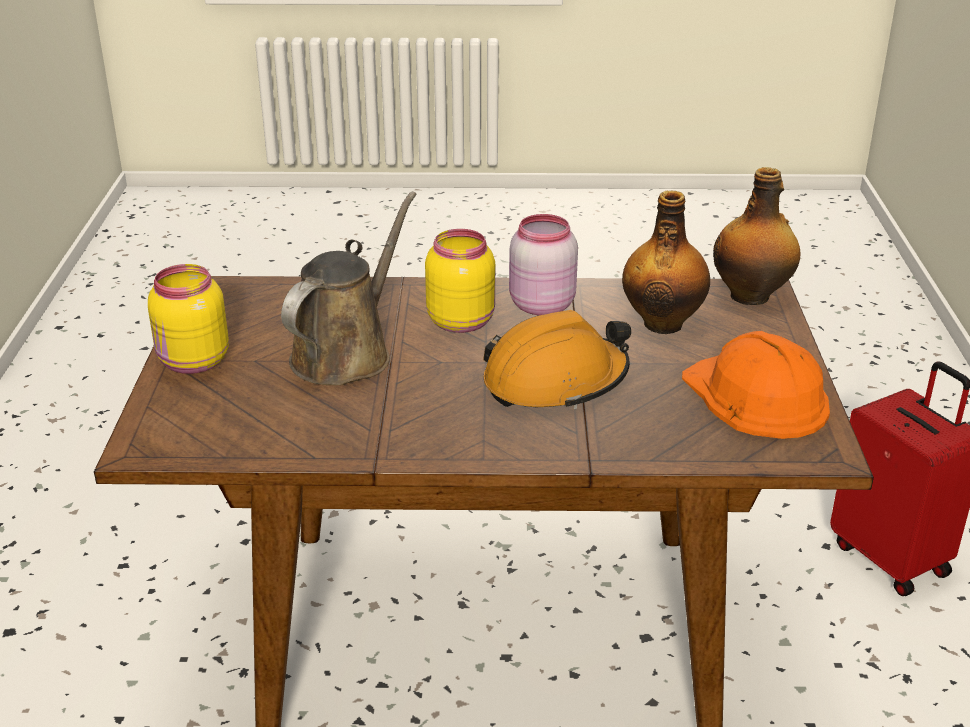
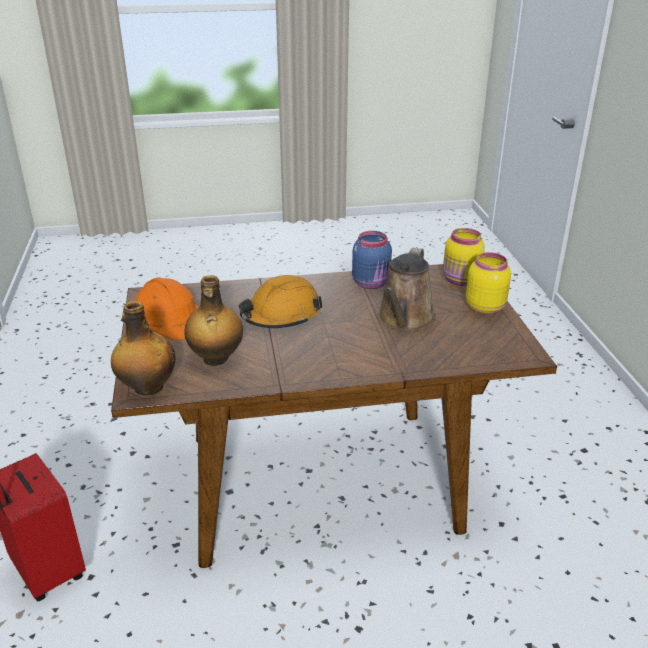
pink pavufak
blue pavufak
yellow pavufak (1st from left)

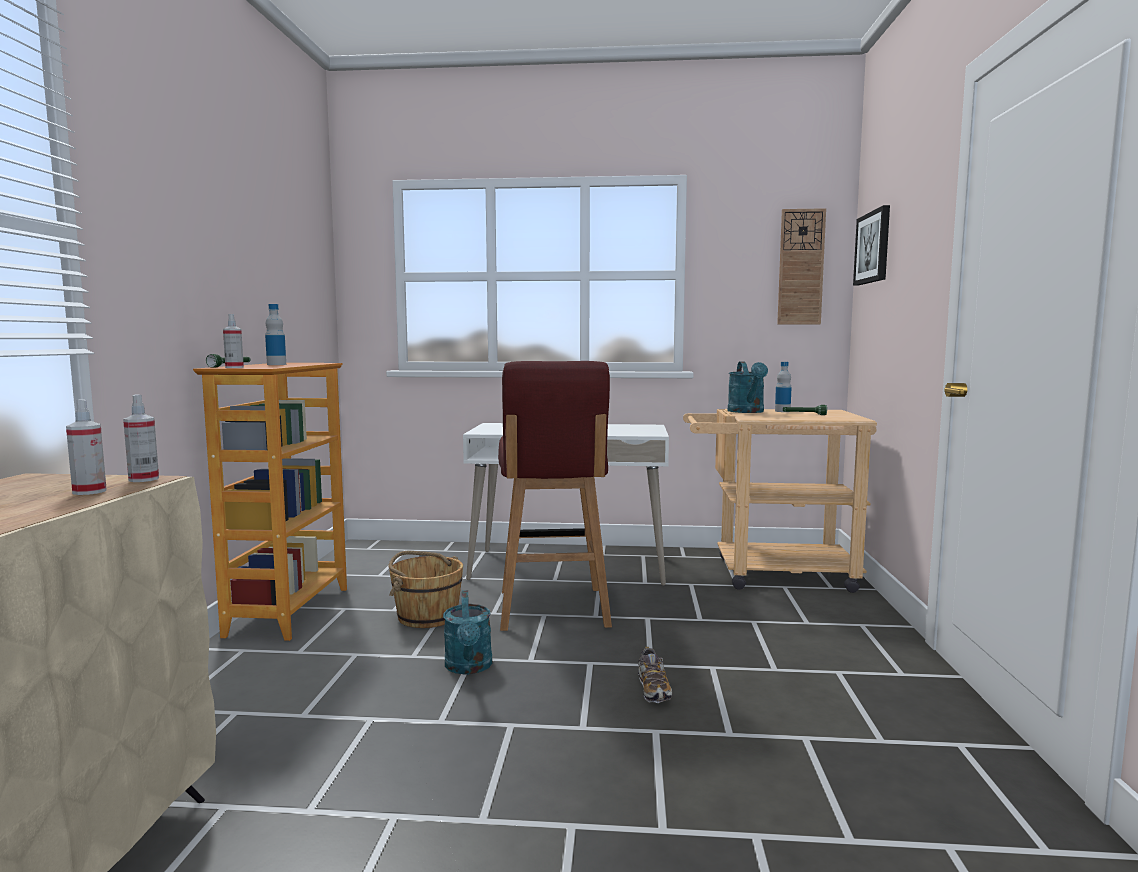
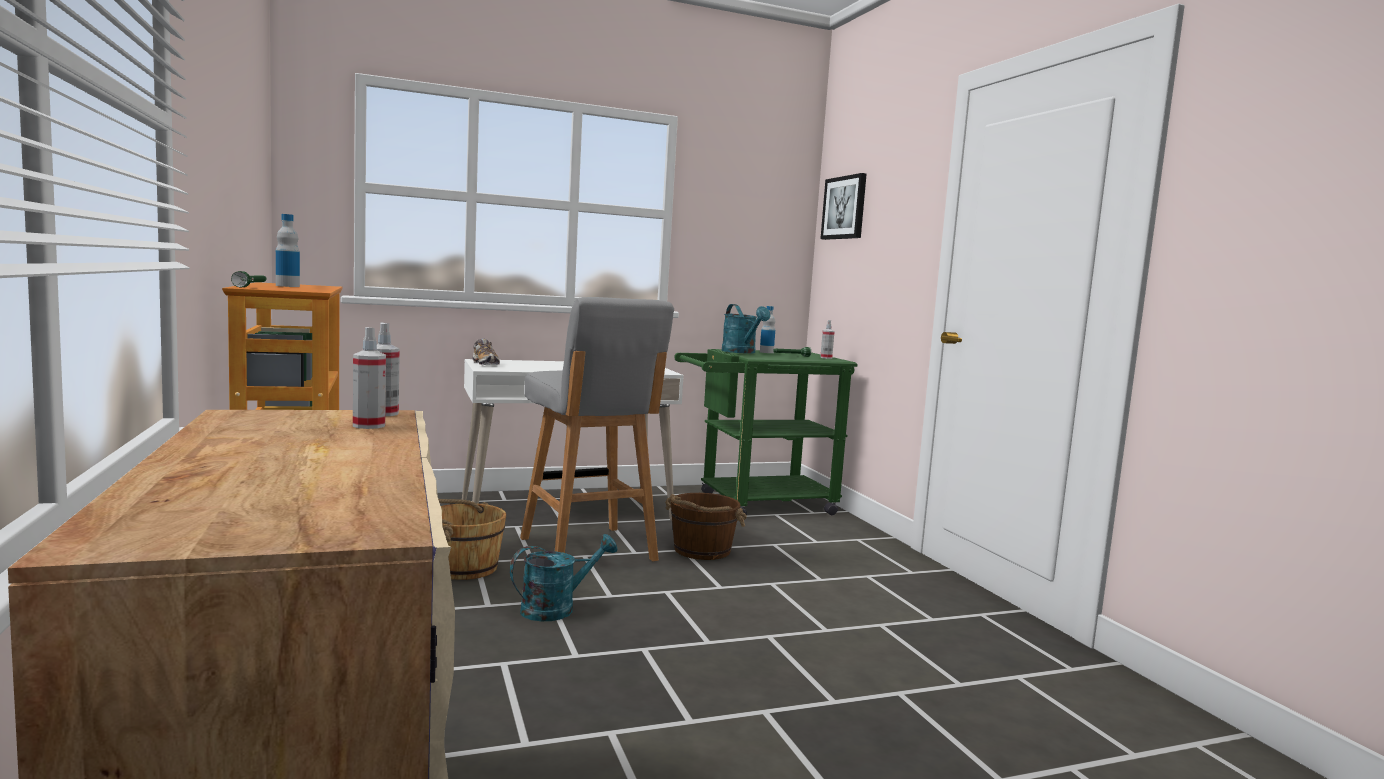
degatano
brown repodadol (2nd from left)
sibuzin (3rd from left)
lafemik
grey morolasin
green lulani
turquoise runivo (1st from left)

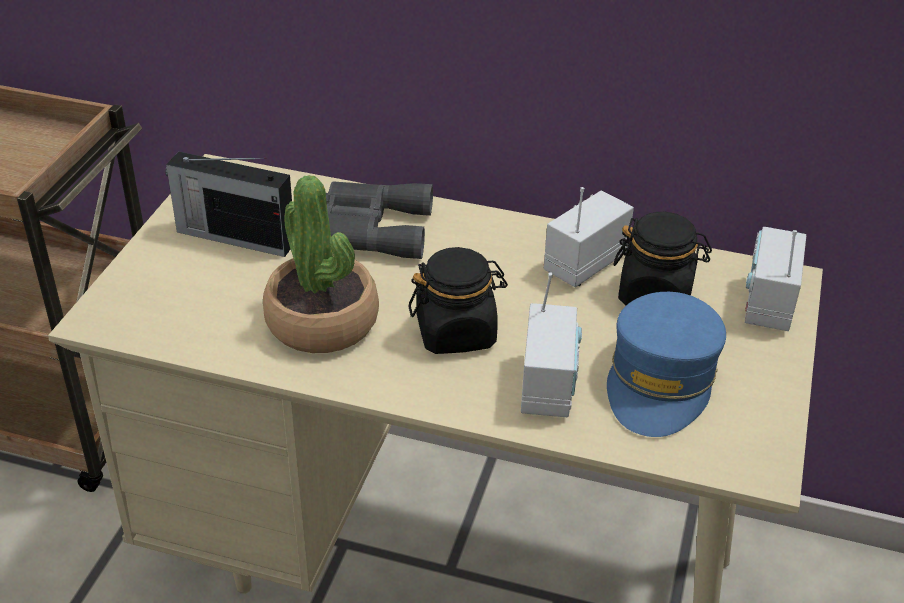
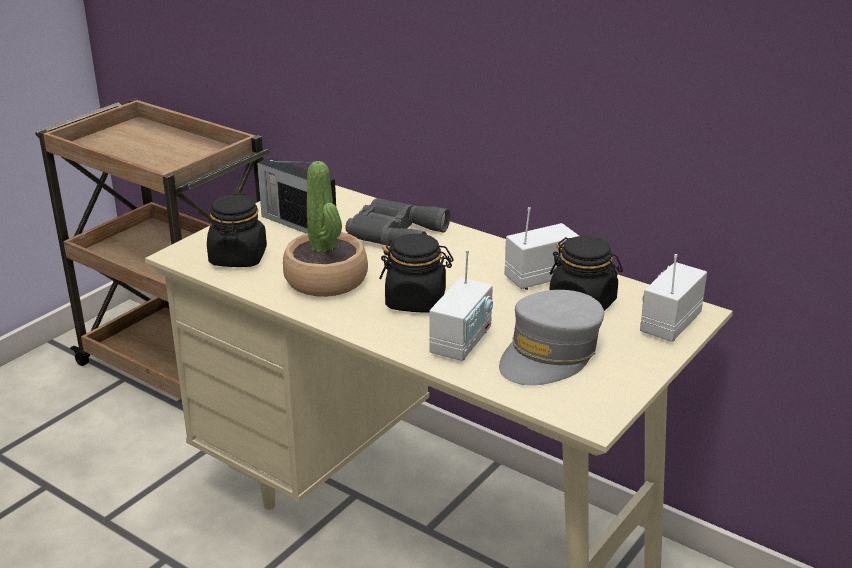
black pavufak (1st from left)
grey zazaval

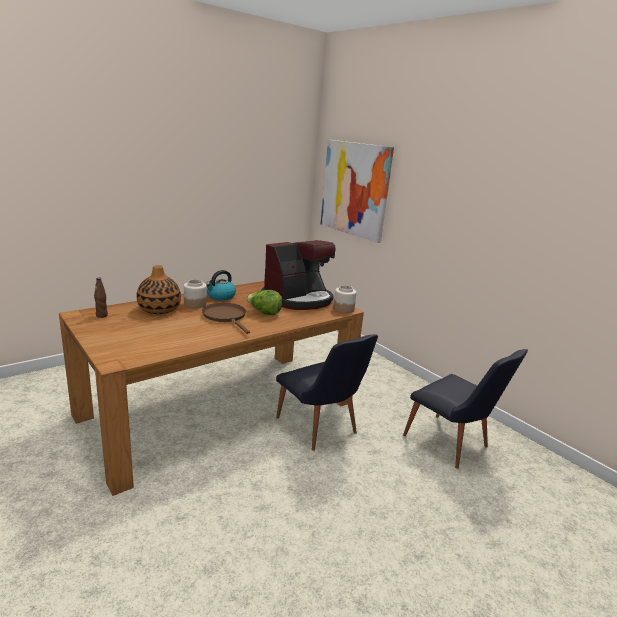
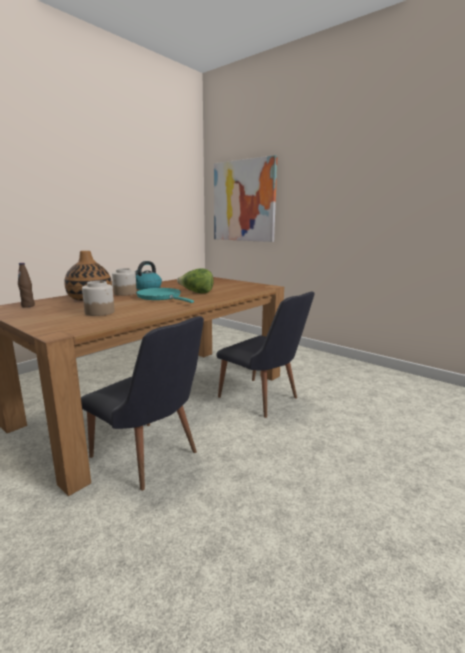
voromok
pavufak (1st from left)
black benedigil (1st from left)
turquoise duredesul

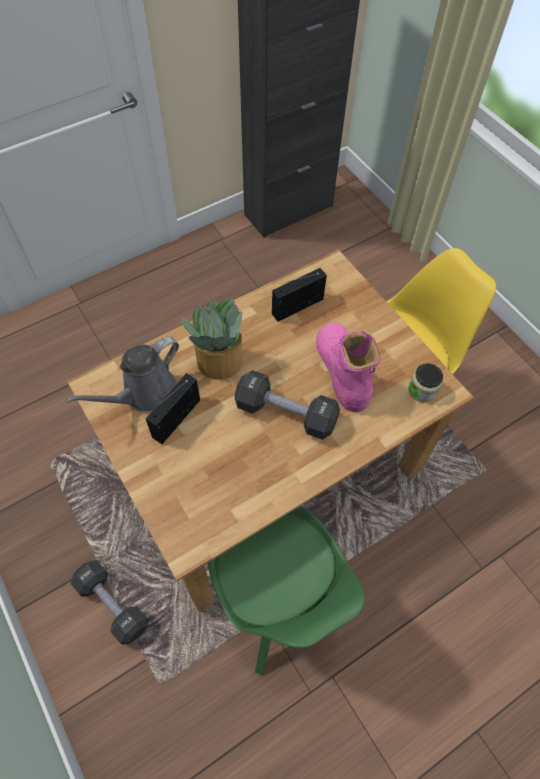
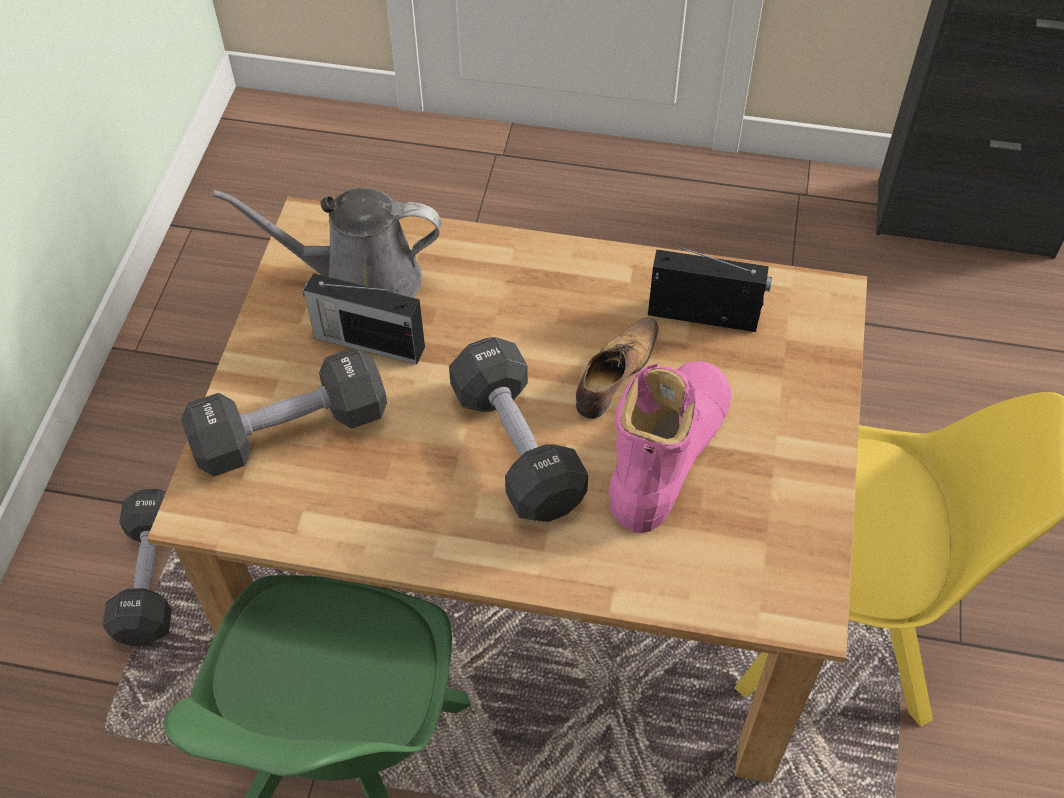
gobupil
pavufak
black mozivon (2nd from left)
lafemik
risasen (1st from left)

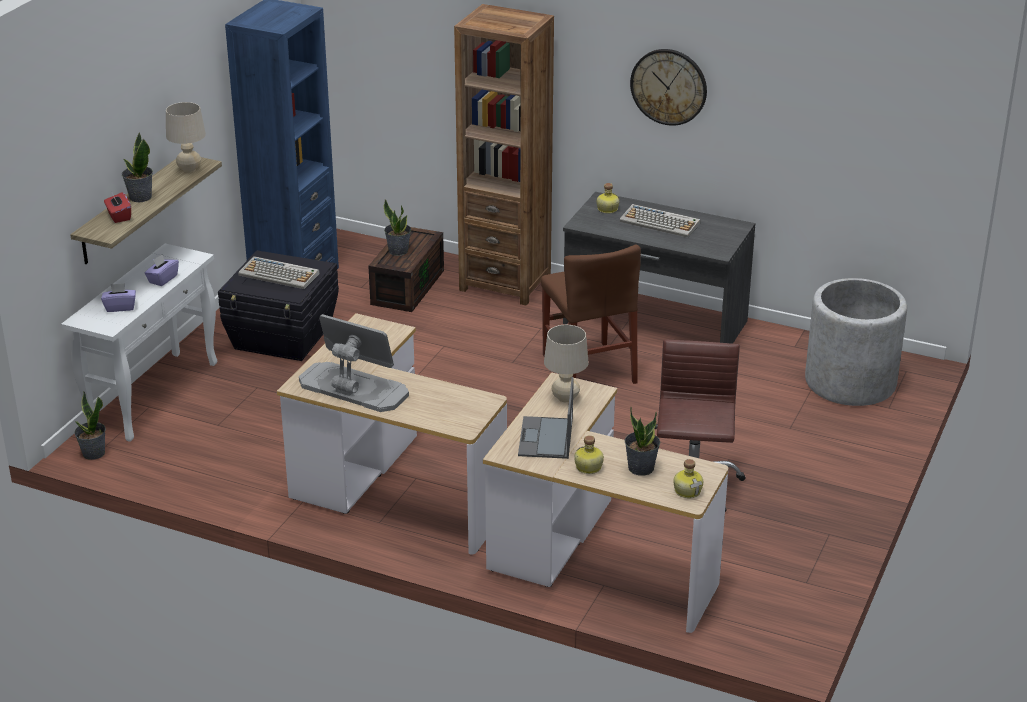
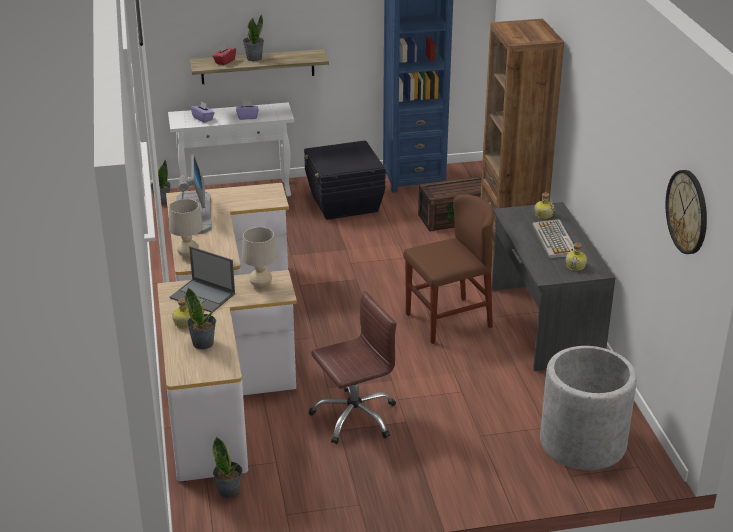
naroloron (1st from left in the first image)
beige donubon (1st from left)
gobupil (3rd from left)
degatano
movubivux (3rd from left)
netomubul
brown benedigil

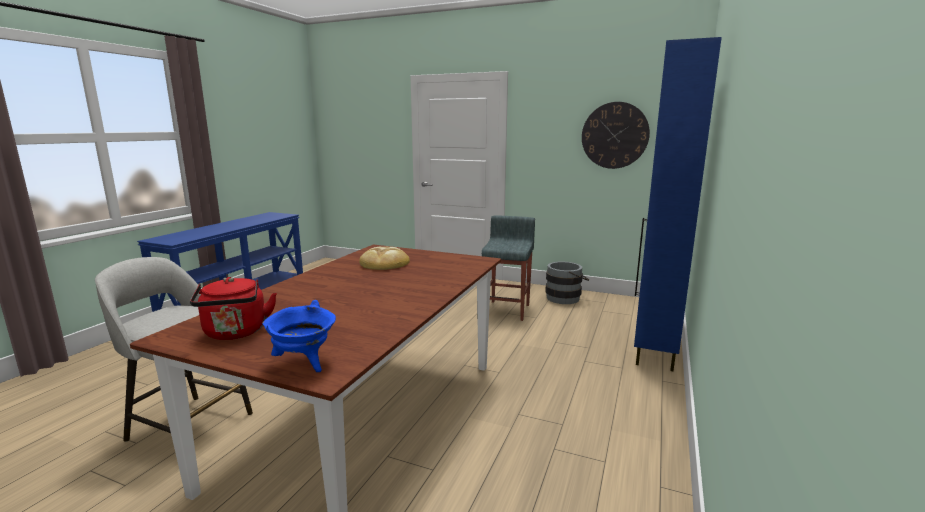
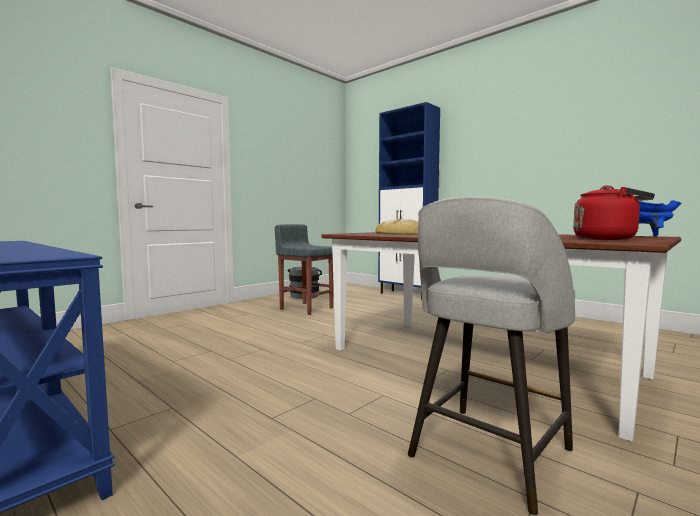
degatano

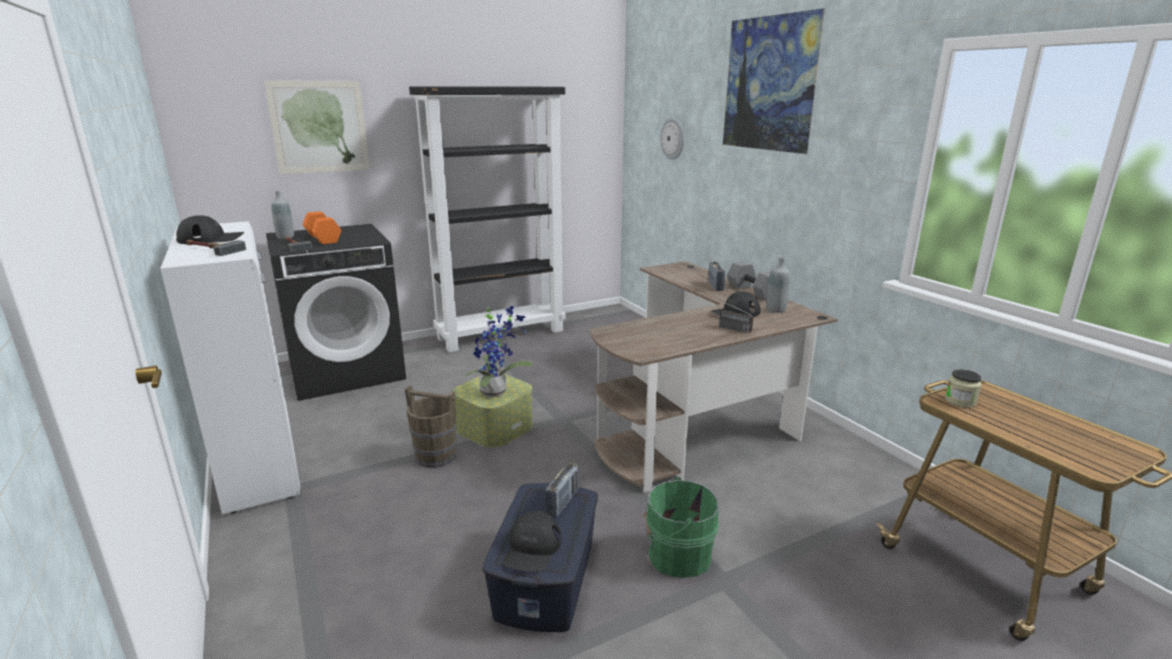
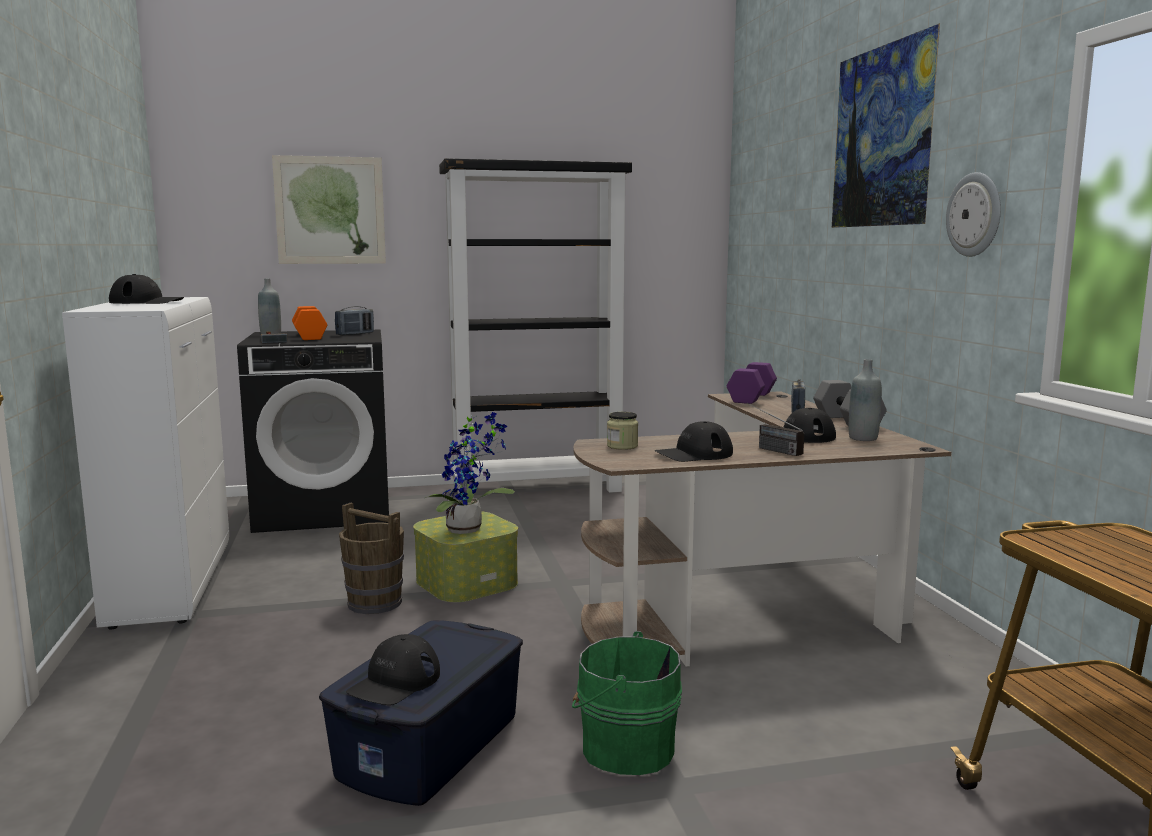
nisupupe (1st from left in the first image)
black zazaval (3rd from left)
purple mozivon
risasen (1st from left)
degatano
pavufak

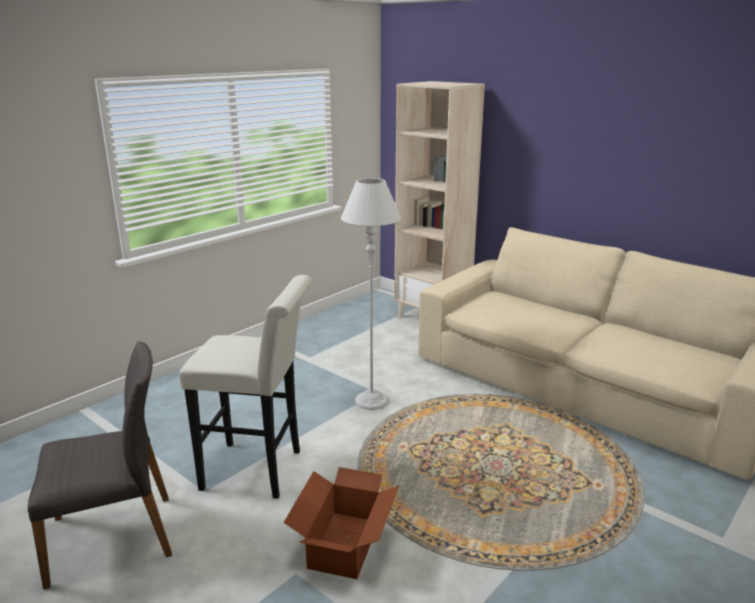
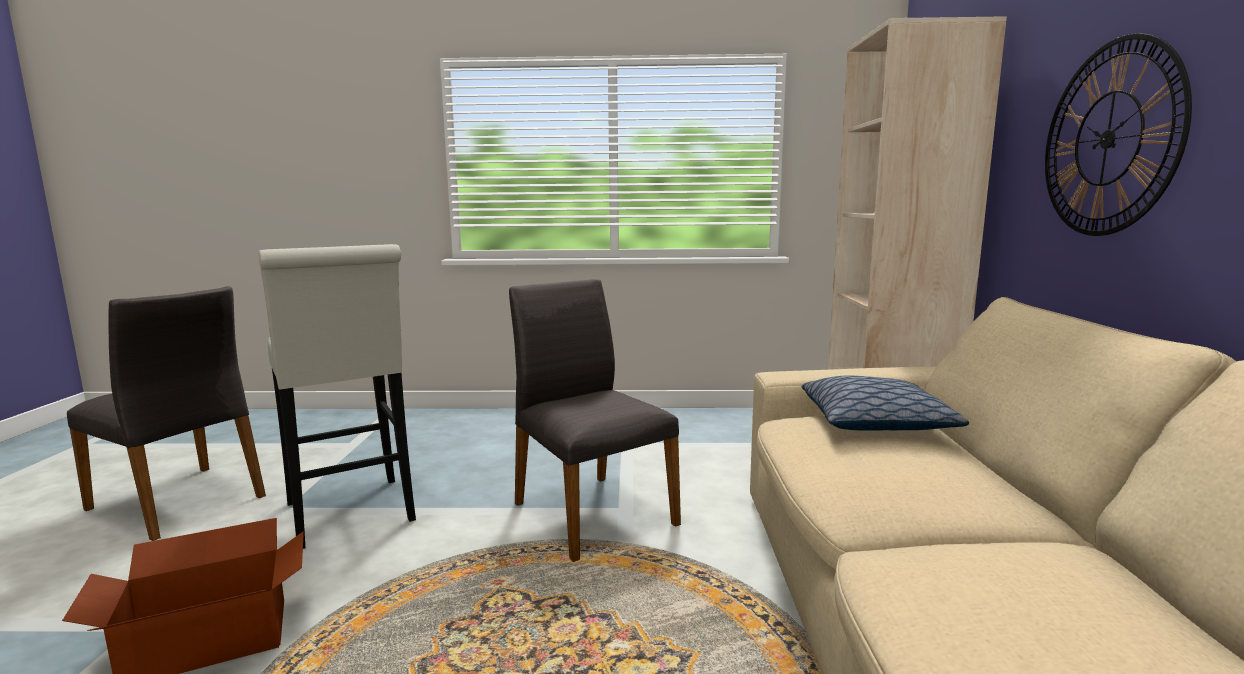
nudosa
degatano
grey benedigil (2nd from left)

